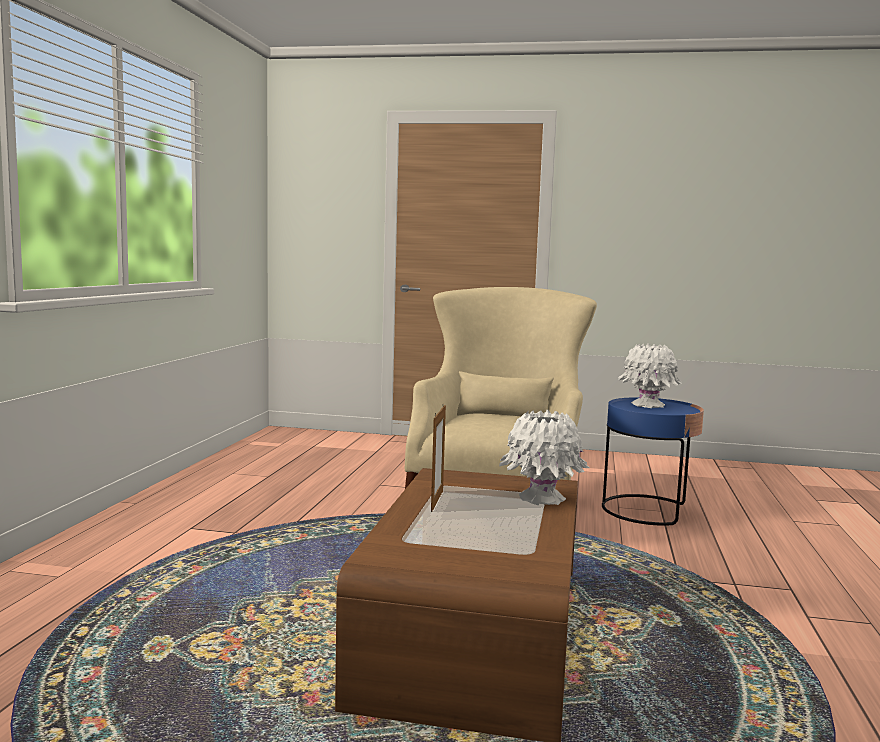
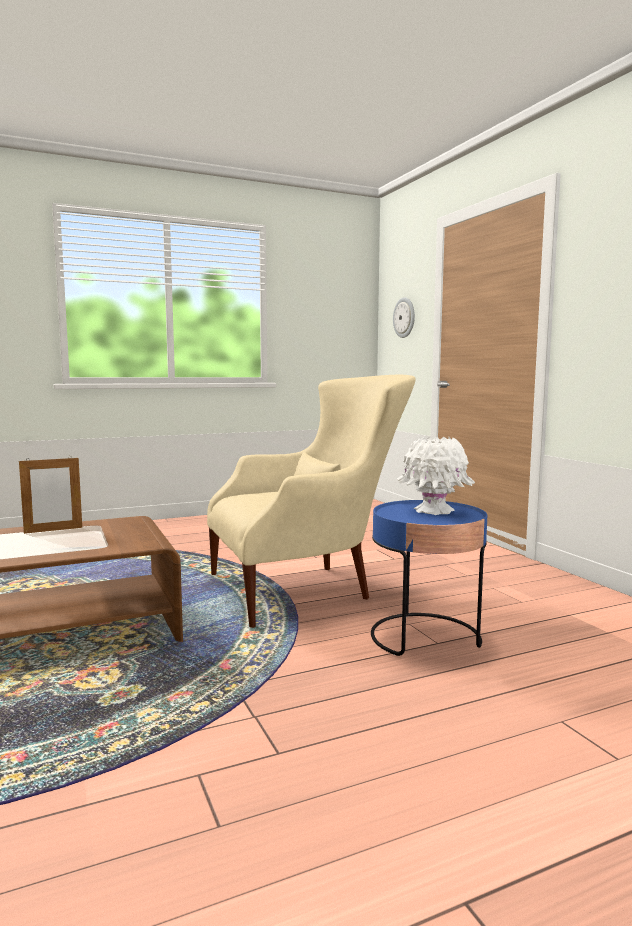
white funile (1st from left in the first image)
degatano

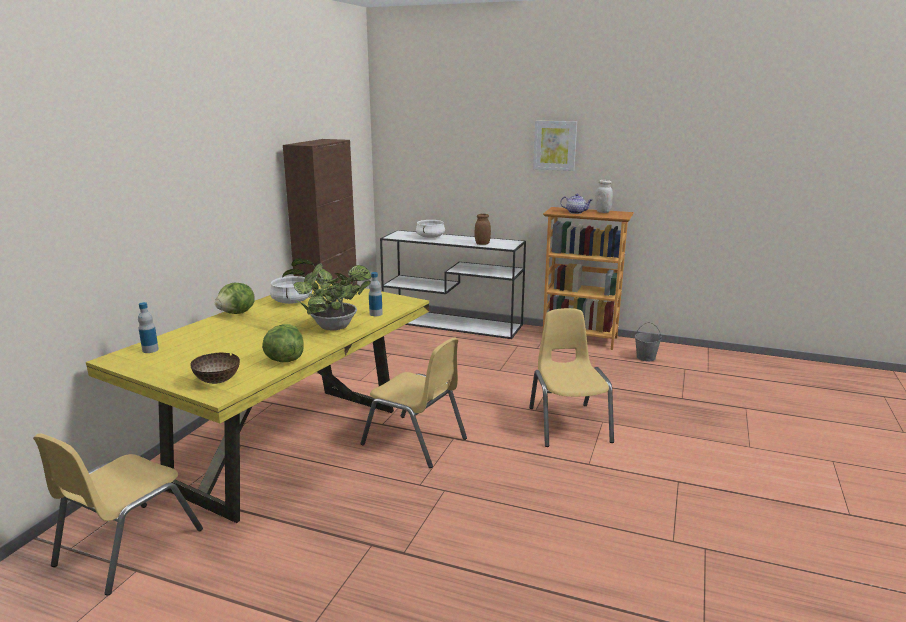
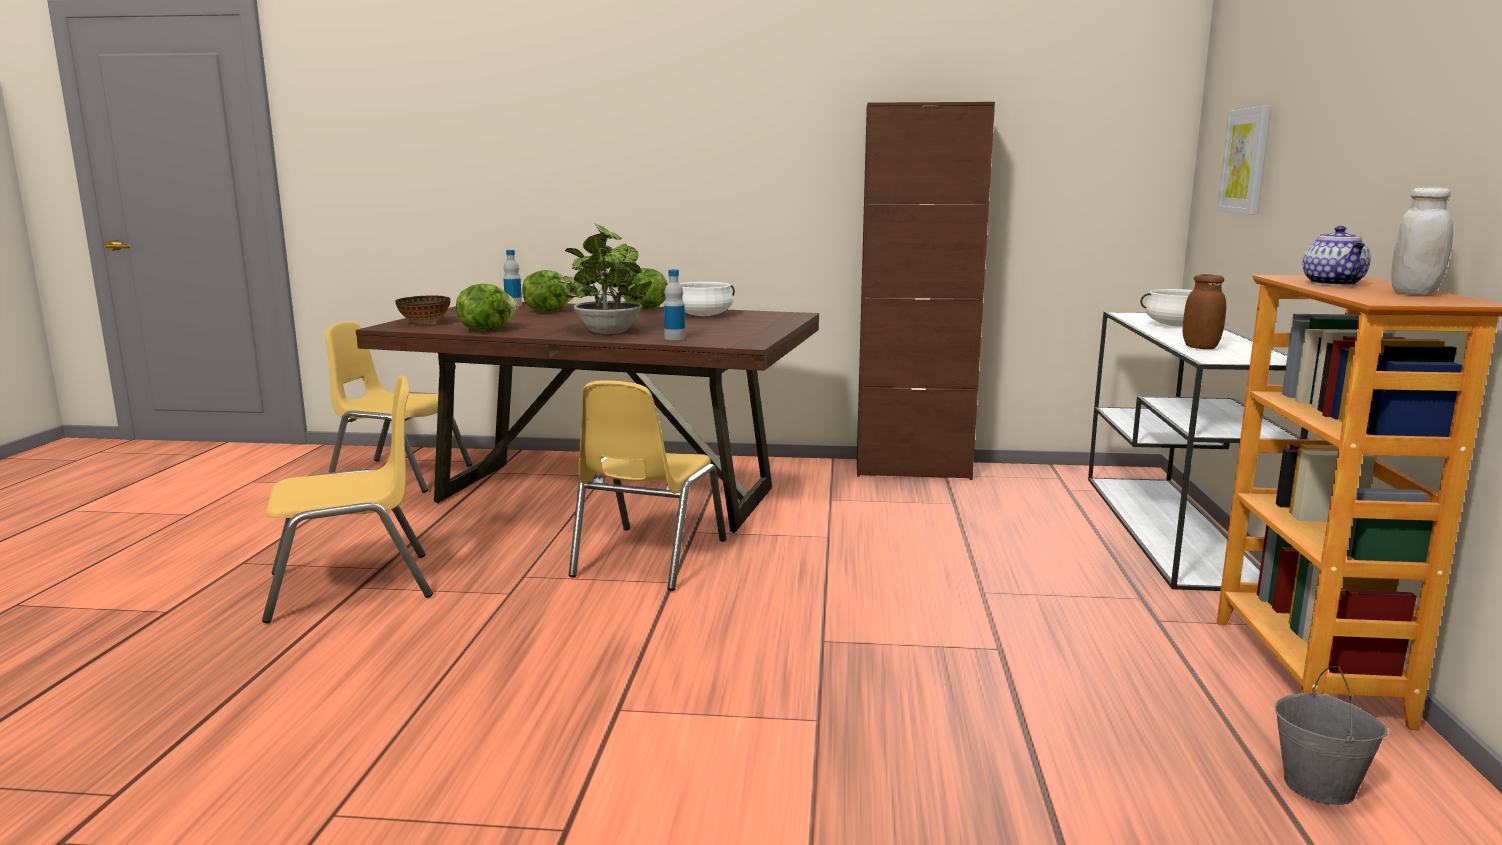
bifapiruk (2nd from left)
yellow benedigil (1st from left)
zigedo
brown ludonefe

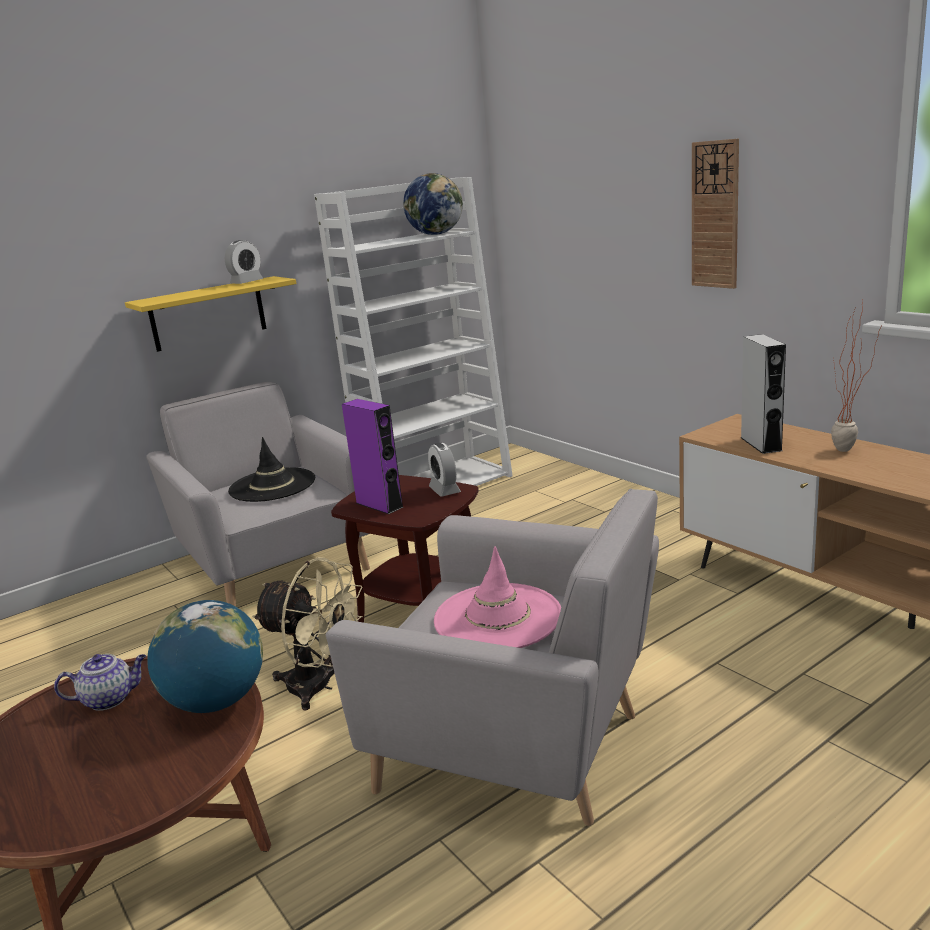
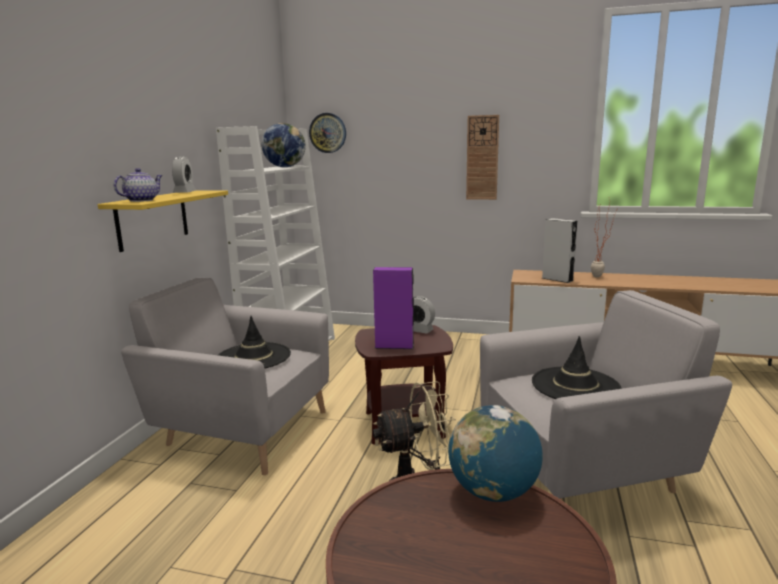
degatano (1st from left)
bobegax
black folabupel (2nd from left)

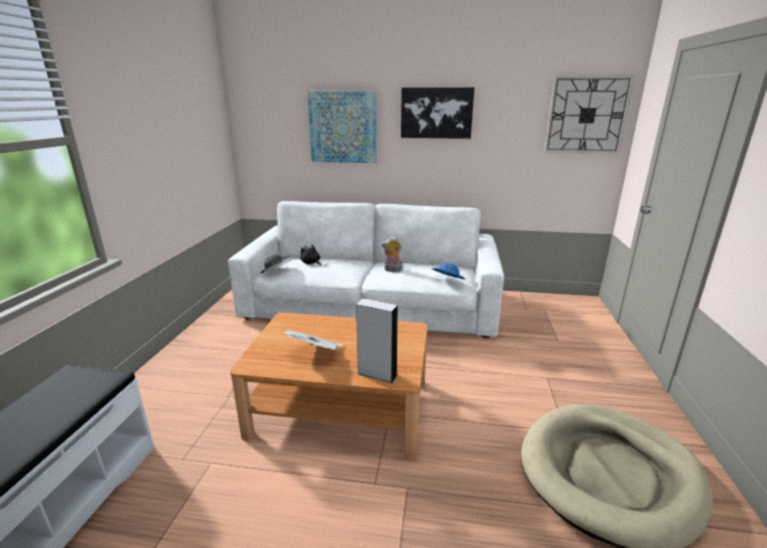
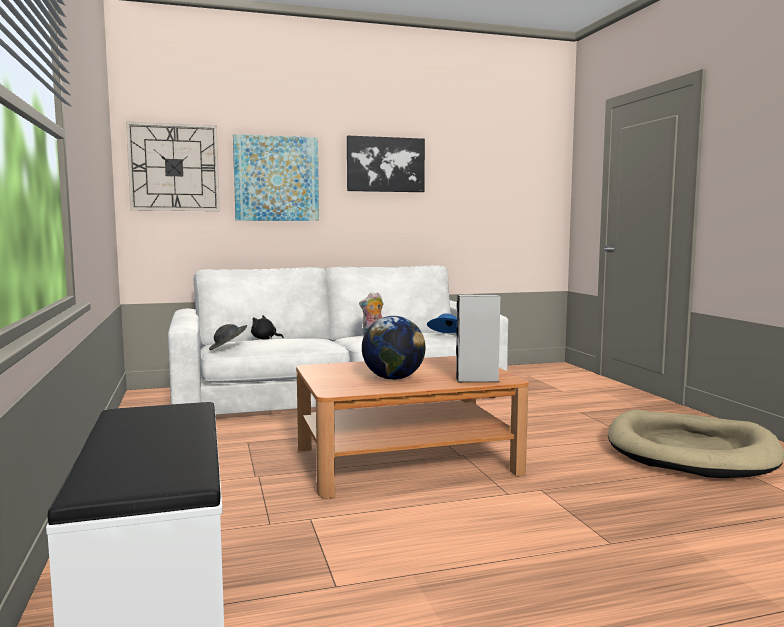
degatano
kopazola

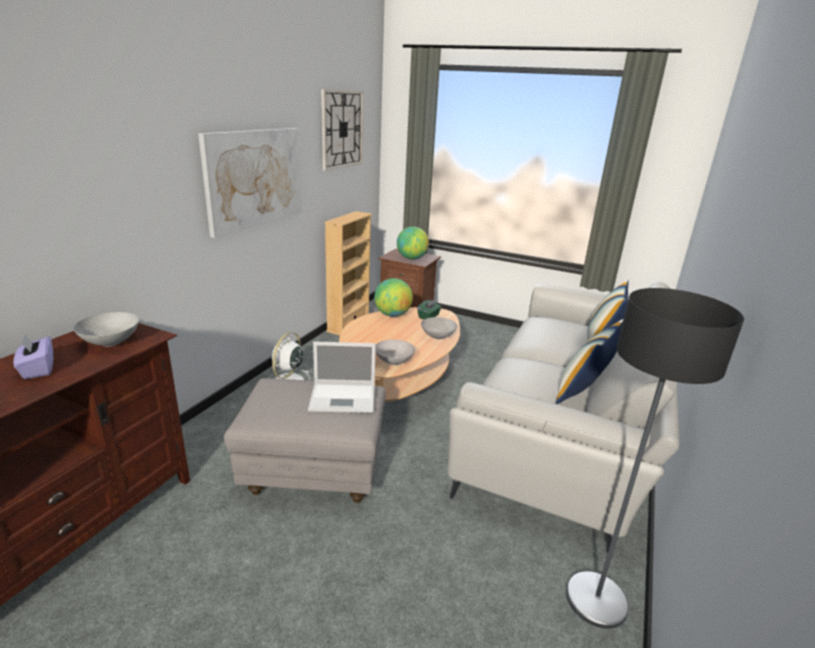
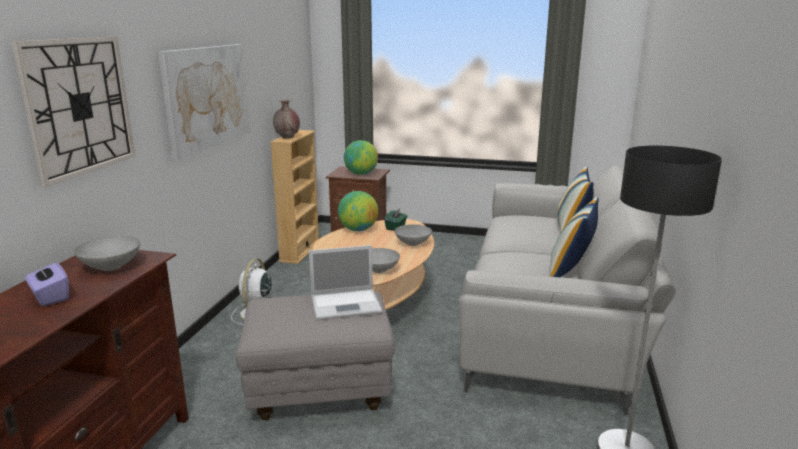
brown funile
degatano

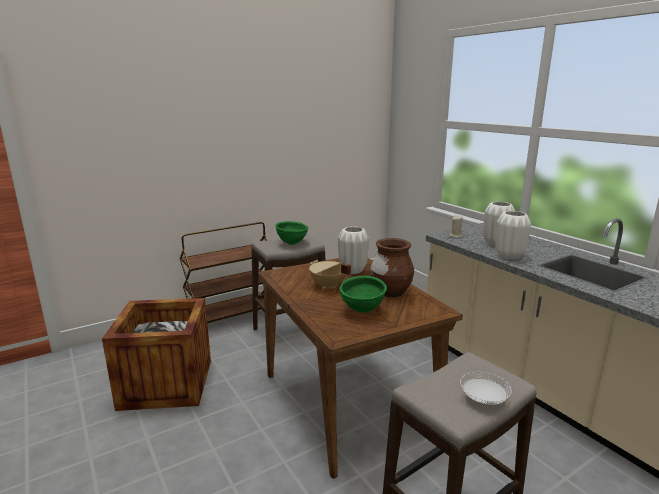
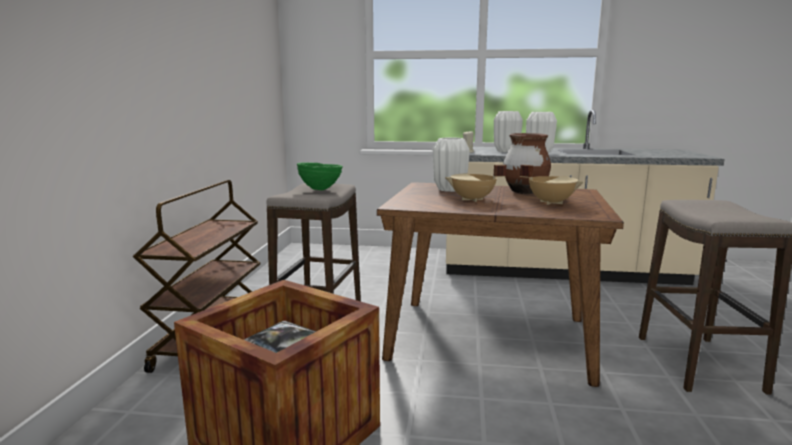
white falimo
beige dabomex (2nd from left)

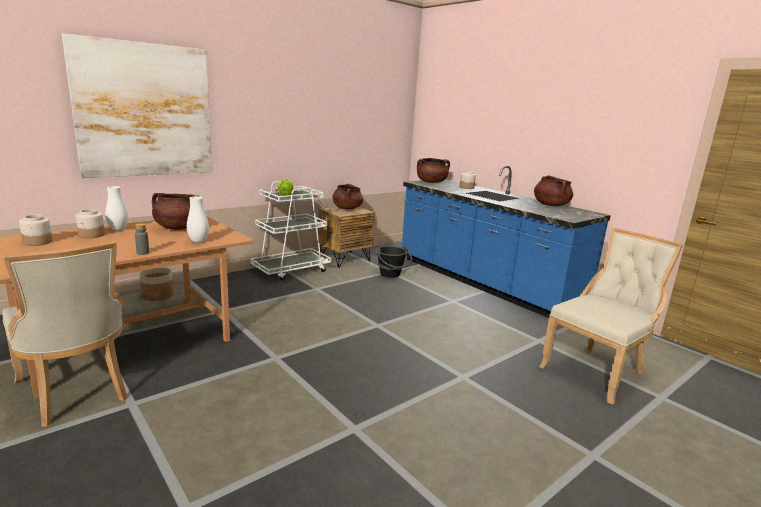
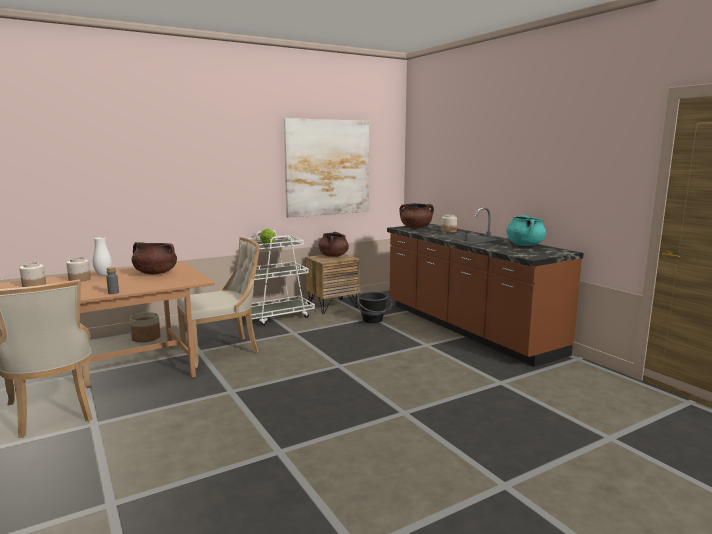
white funile (2nd from left in the first image)
zigedo
beige benedigil (2nd from left)
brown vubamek
turquoise dabomex

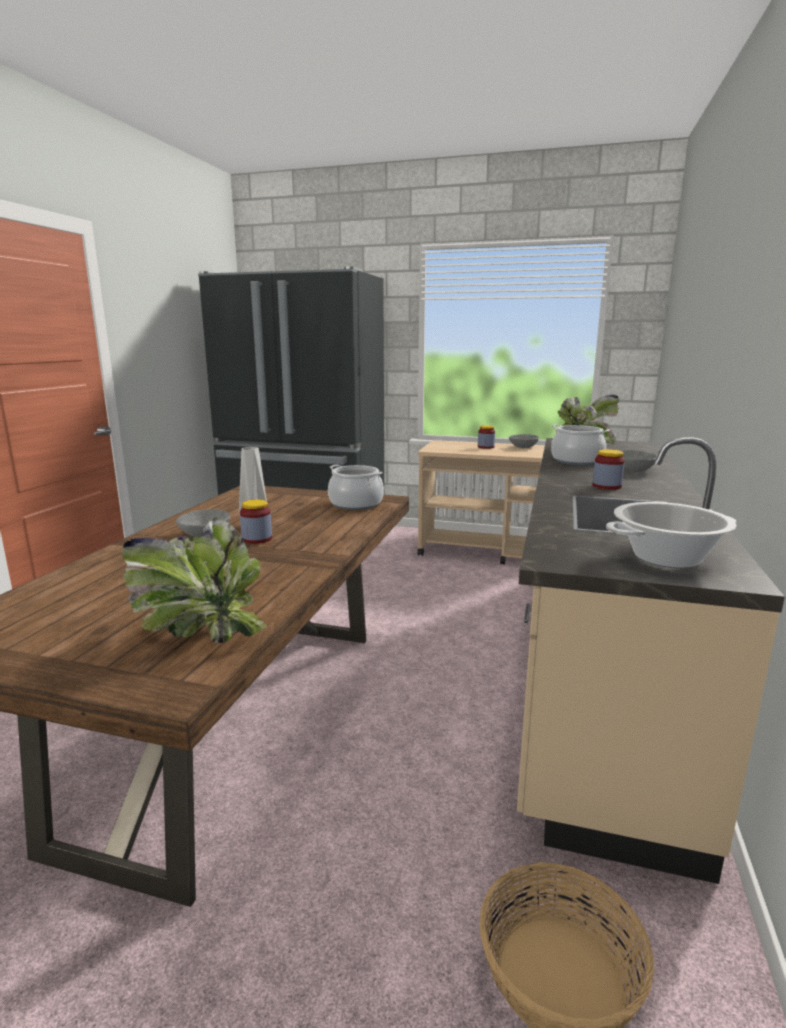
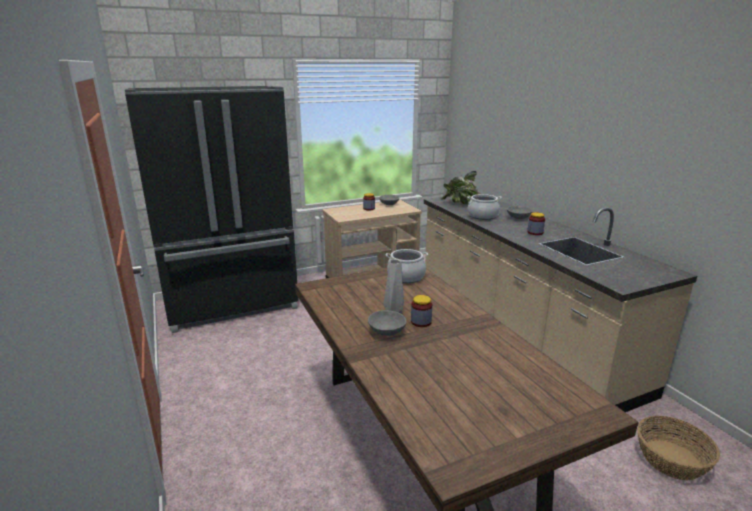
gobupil (1st from left in the first image)
dabomex (3rd from left in the first image)

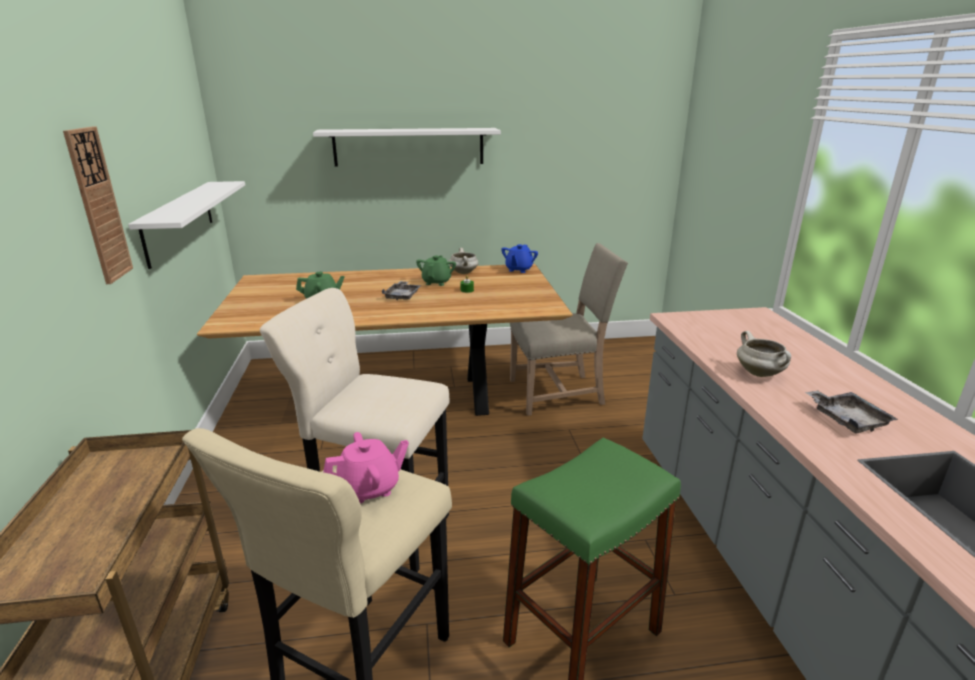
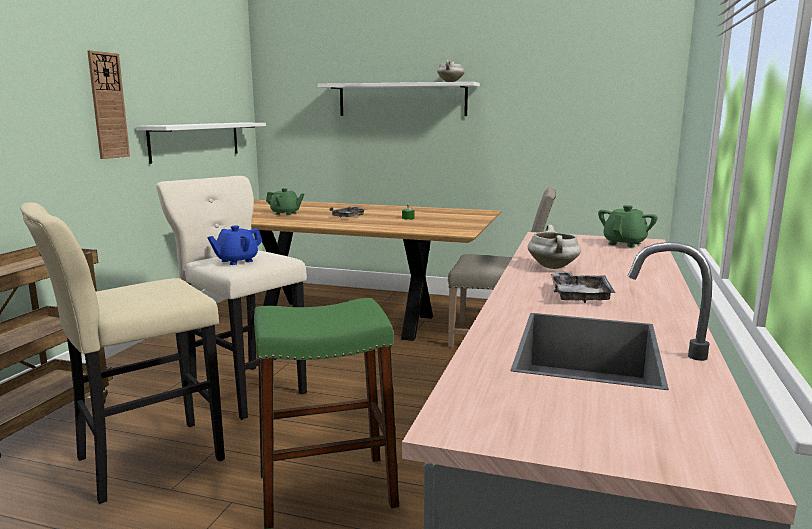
pink bobegax
green bobegax (2nd from left)
white dabomex (1st from left)
blue bobegax

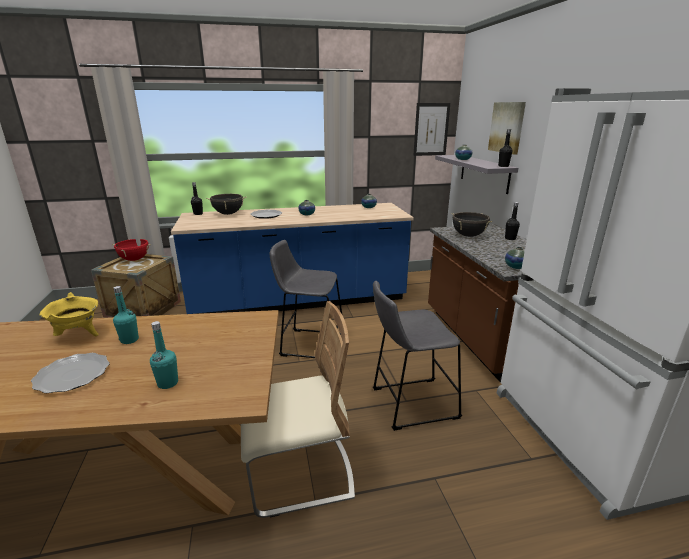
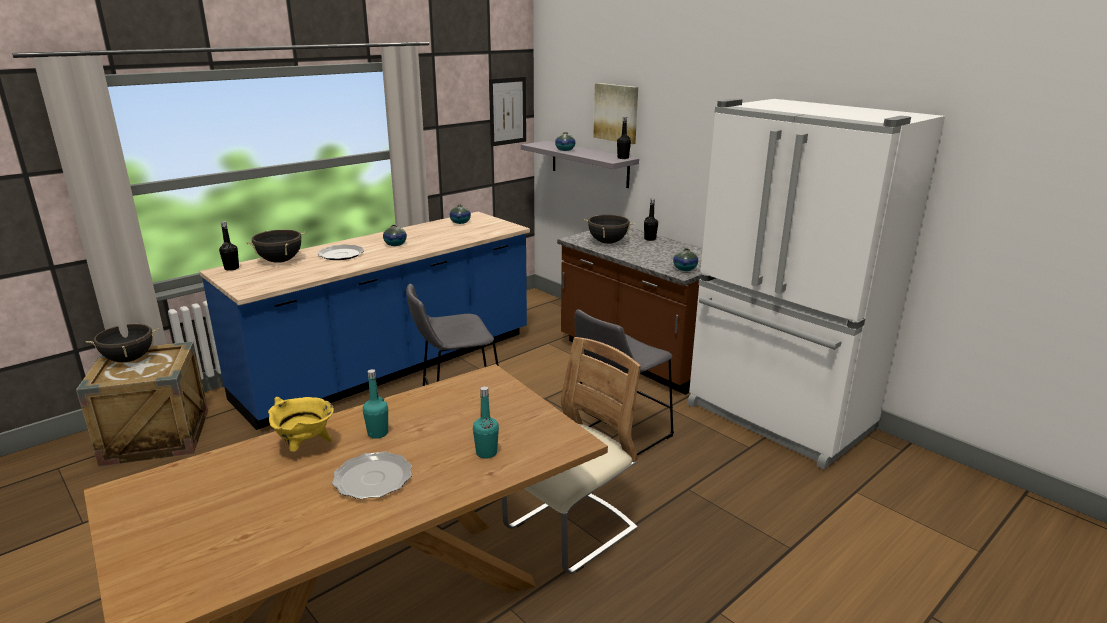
black dabomex (1st from left)

